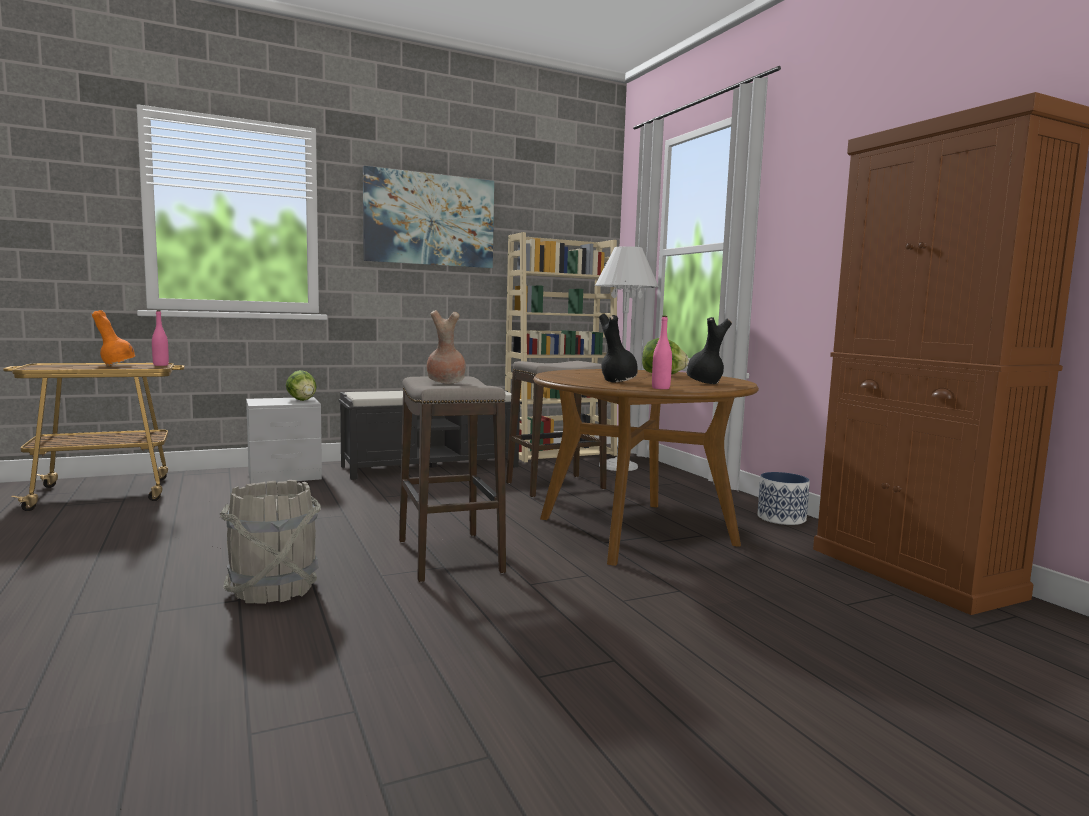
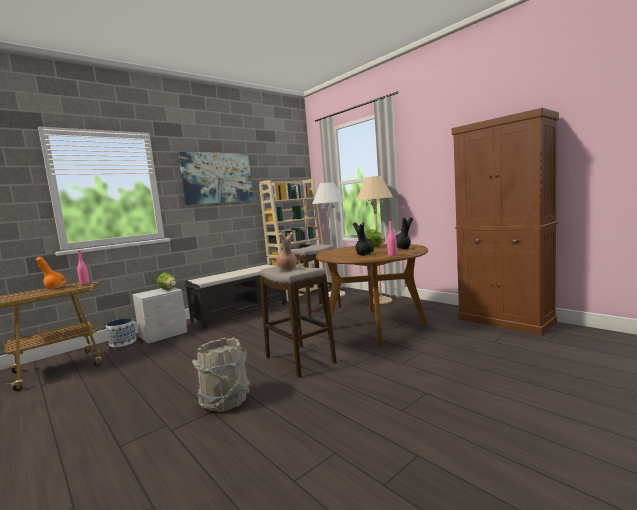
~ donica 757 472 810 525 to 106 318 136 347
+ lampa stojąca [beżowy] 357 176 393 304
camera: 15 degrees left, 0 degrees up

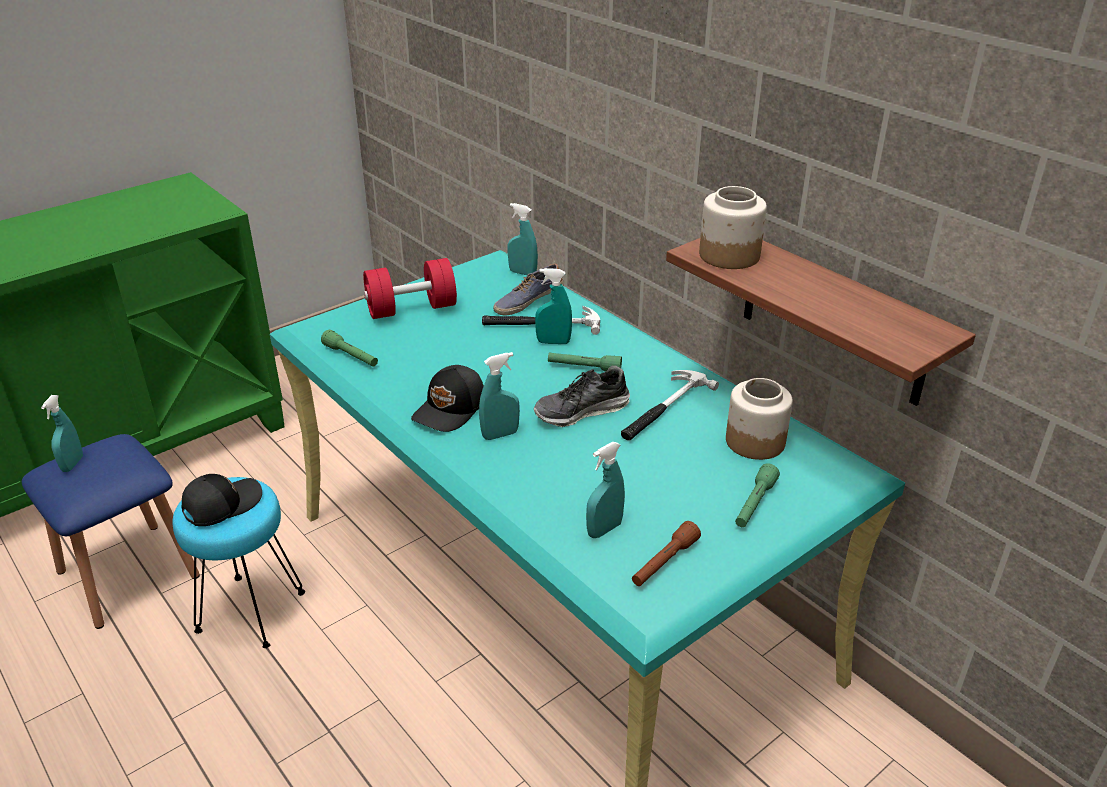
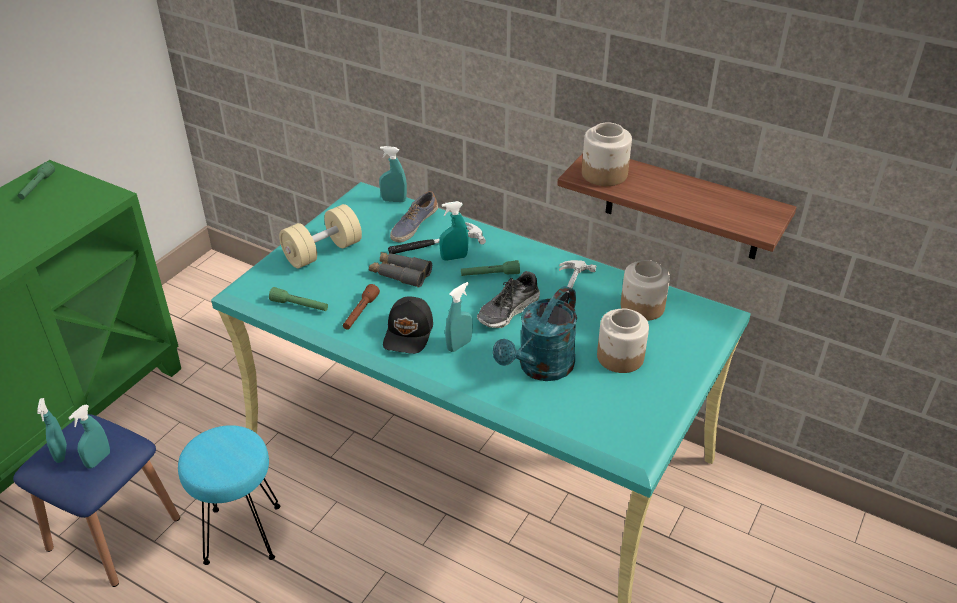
~ hantel [czerwony] 363 258 457 319 to hantel [beżowy] 279 204 362 268
~ spryskiwacz [turkusowy] 586 442 625 538 to 68 405 110 469
~ latarka [zielony] 735 463 780 527 to 18 162 55 200
- czapka z daszkiem [czarny] 181 474 262 526
~ latarka [brązowy] 632 521 701 586 to 343 284 380 330
+ lornetka [szary] 369 252 432 288
+ konewka [turkusowy] 493 286 577 381
+ słoik 597 308 649 373
camera: 20 degrees left, 5 degrees up

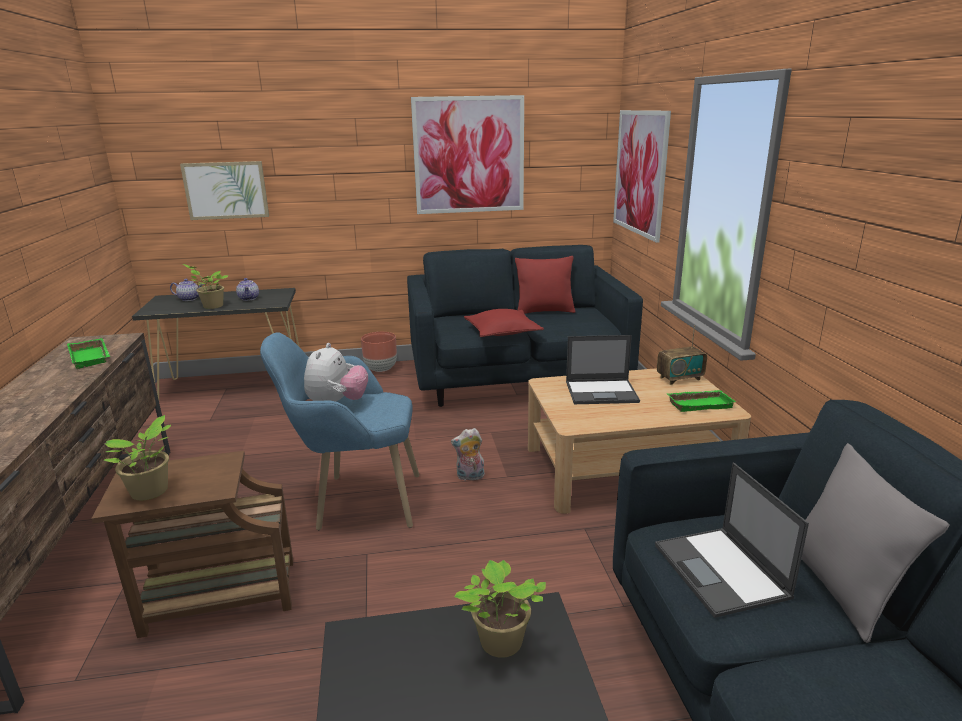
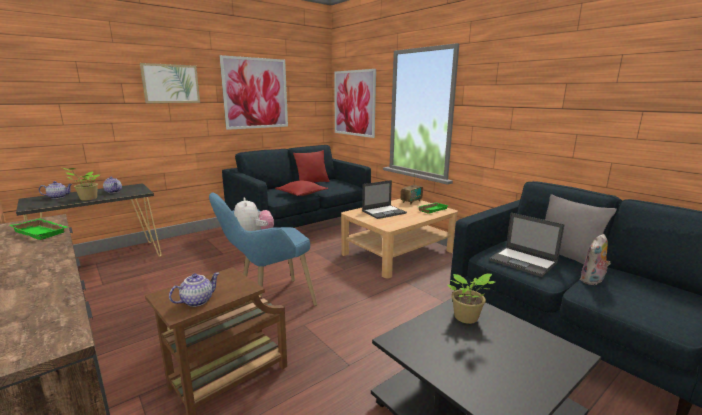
~ obraz 180 161 269 220 to 140 63 200 103
- donica [brązowy] 361 332 397 372
~ roślina doniczkowa 104 415 171 500 to imbryk 169 272 220 307
~ pluszak 451 428 485 481 to 580 234 611 285
camera: 30 degrees left, 5 degrees down

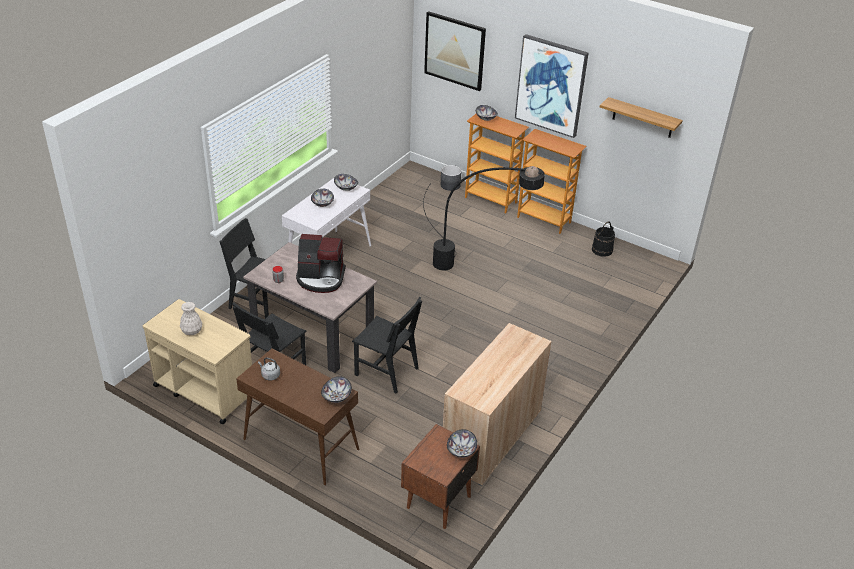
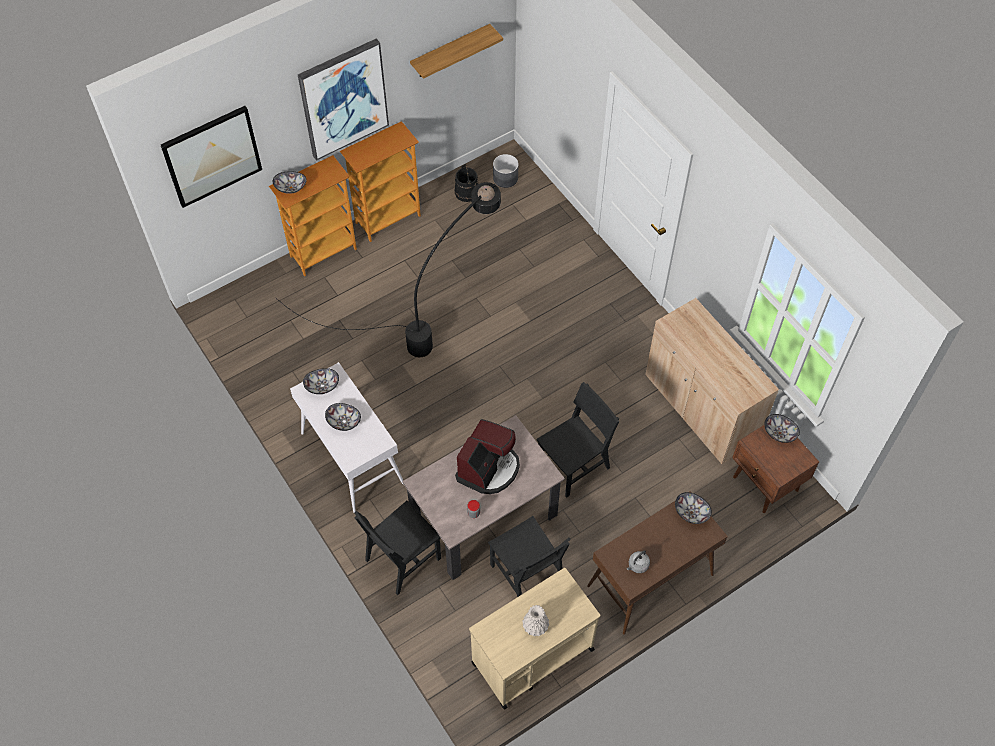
~ donica [szary] 440 165 462 191 to 493 154 519 188
camera: 65 degrees left, 20 degrees up

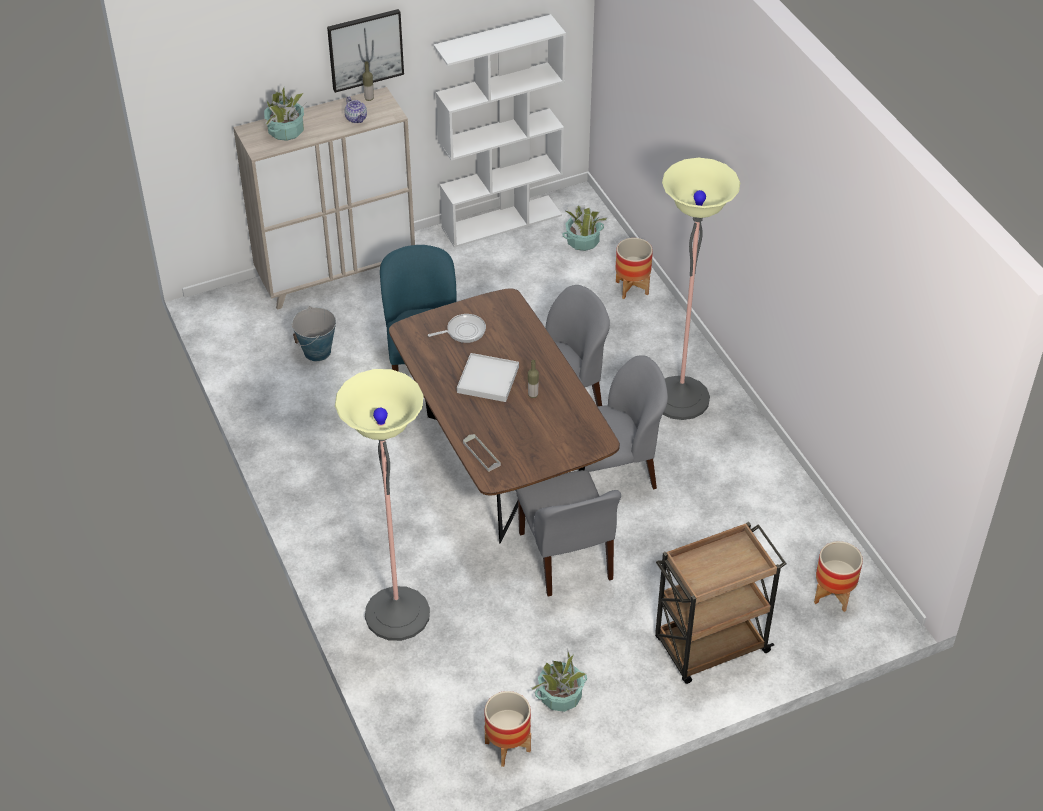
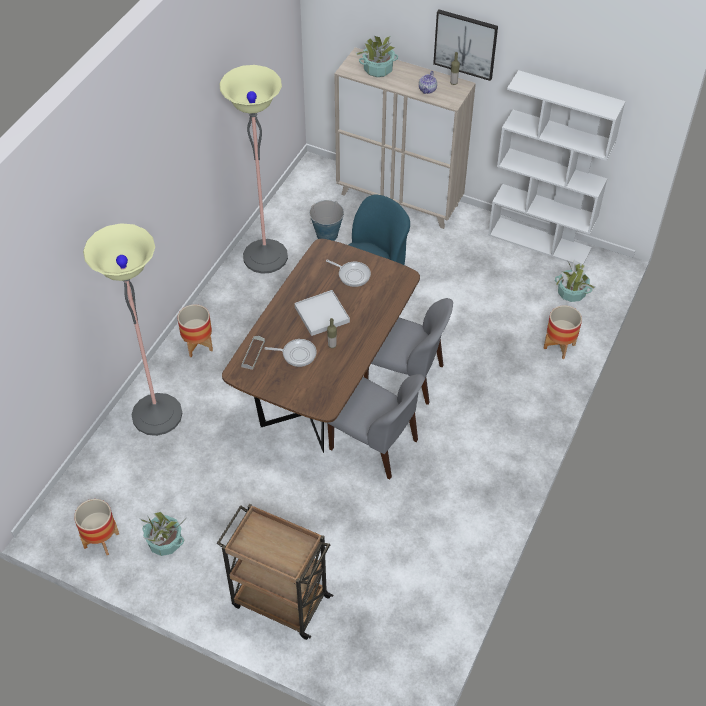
~ lampa stojąca 662 158 740 420 to 220 65 288 274
- krzesło [szary] 516 470 621 597
~ donica 814 541 863 612 to 178 305 213 357
+ patelnia 264 339 317 367
camera: 50 degrees right, 5 degrees up

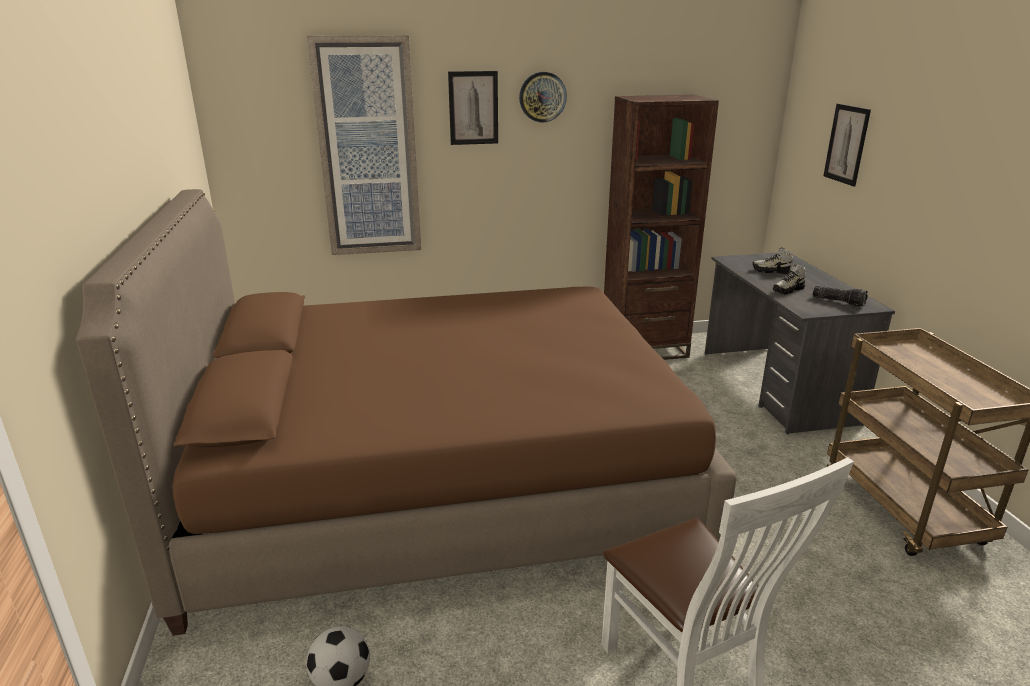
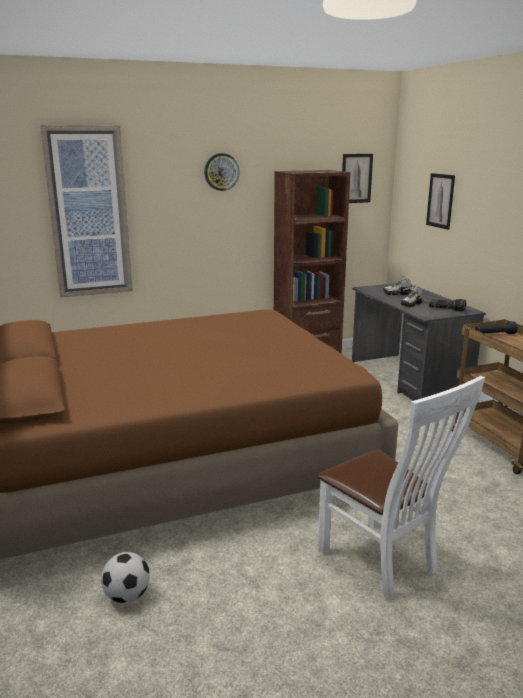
~ obraz 448 71 498 145 to 342 154 373 203
+ latarka [czarny] 475 321 518 334
camera: 10 degrees left, 5 degrees down

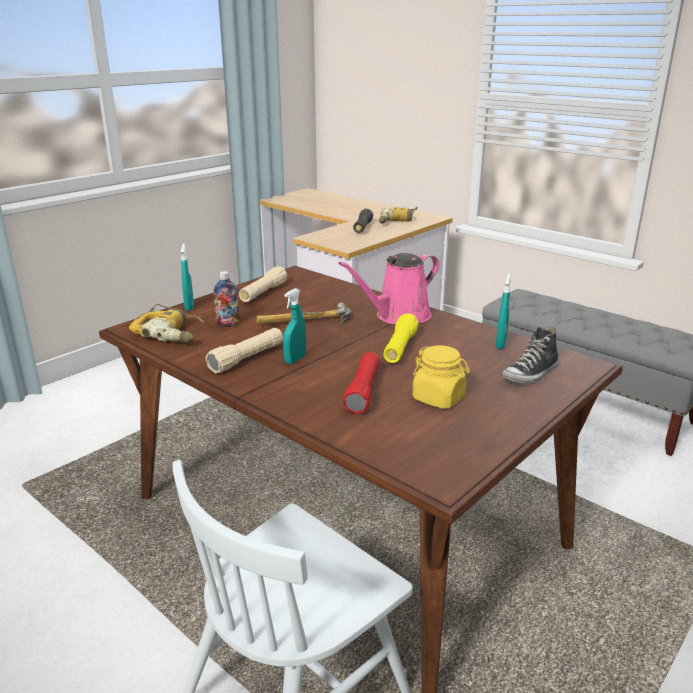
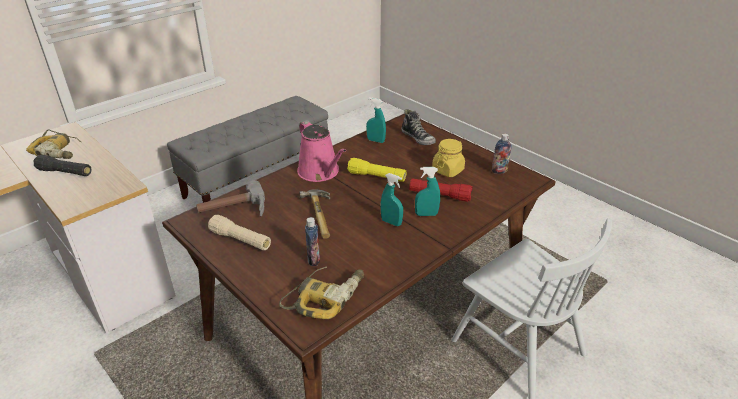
~ spryskiwacz [turkusowy] 181 243 194 311 to 415 167 440 216
- latarka [beżowy] 205 328 283 373
+ butelka 492 134 512 174
+ młotek 196 180 265 217
camera: 85 degrees left, 10 degrees up

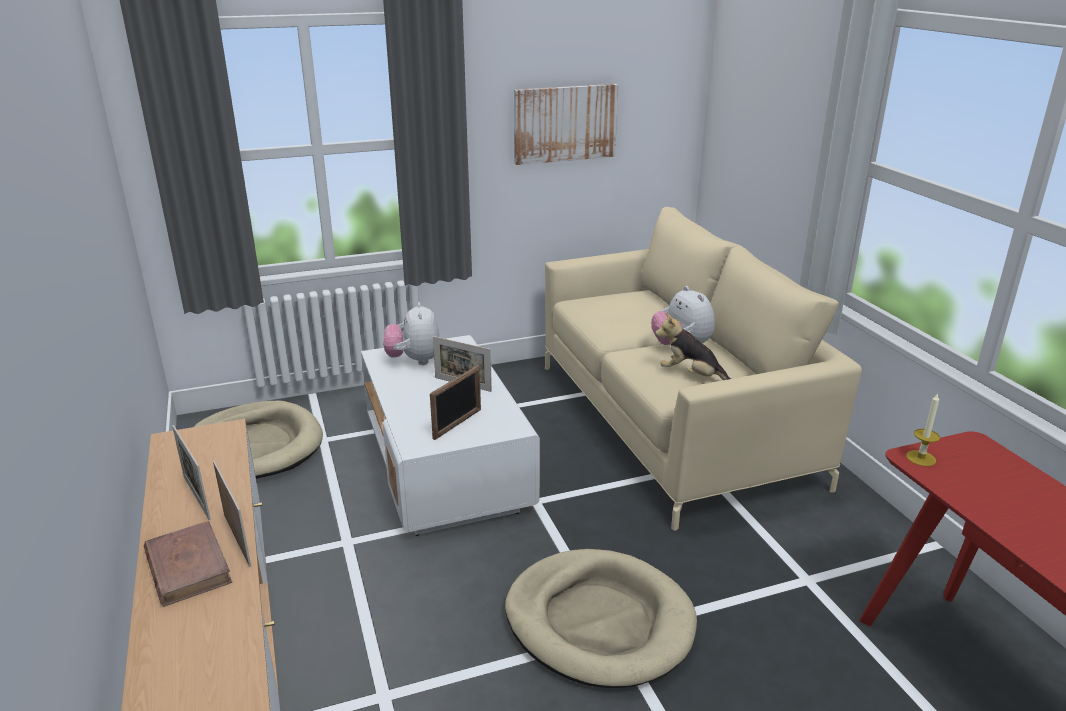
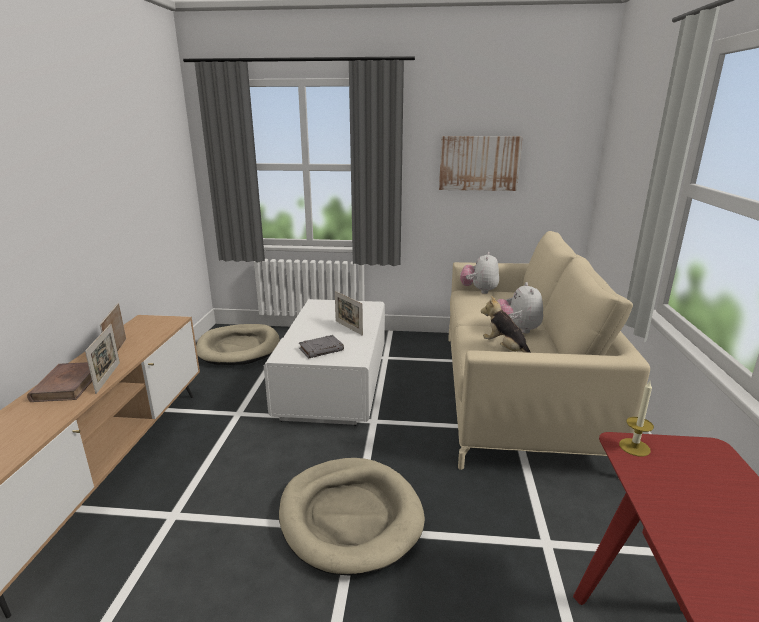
~ pluszak 383 302 441 365 to 460 252 499 294
~ ramka na zdjęcie 430 365 481 440 to książka [szary] 299 335 344 358
camera: 25 degrees right, 5 degrees down

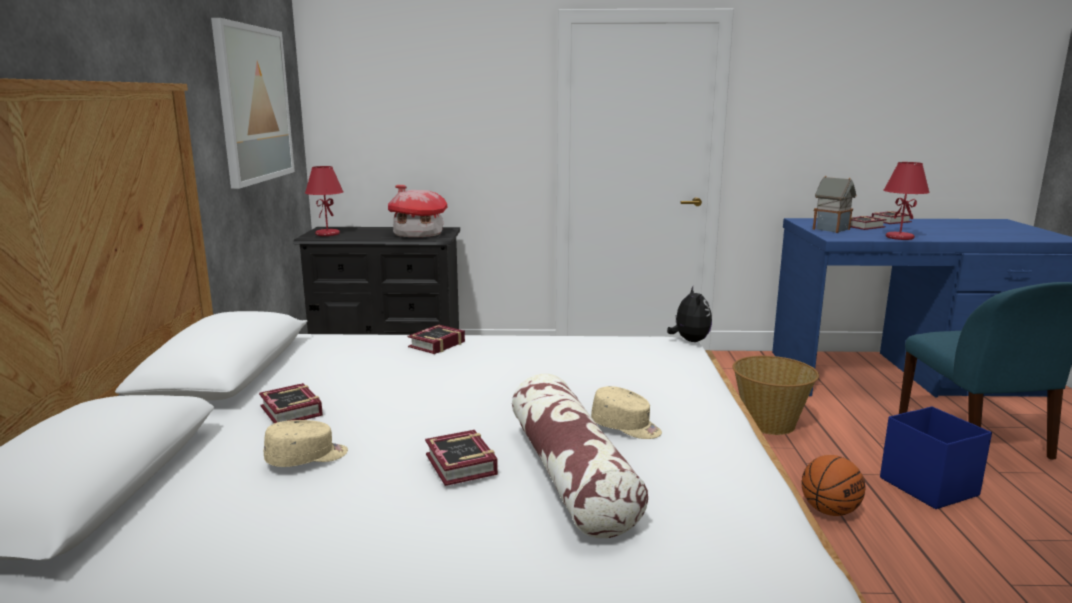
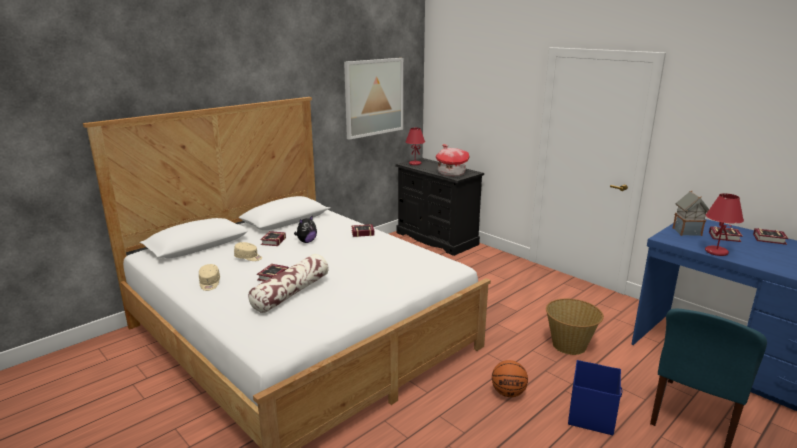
~ pluszak 667 287 712 342 to 294 215 317 243
~ czapka z daszkiem [beżowy] 591 386 662 439 to 199 264 220 291
camera: 45 degrees right, 5 degrees up

